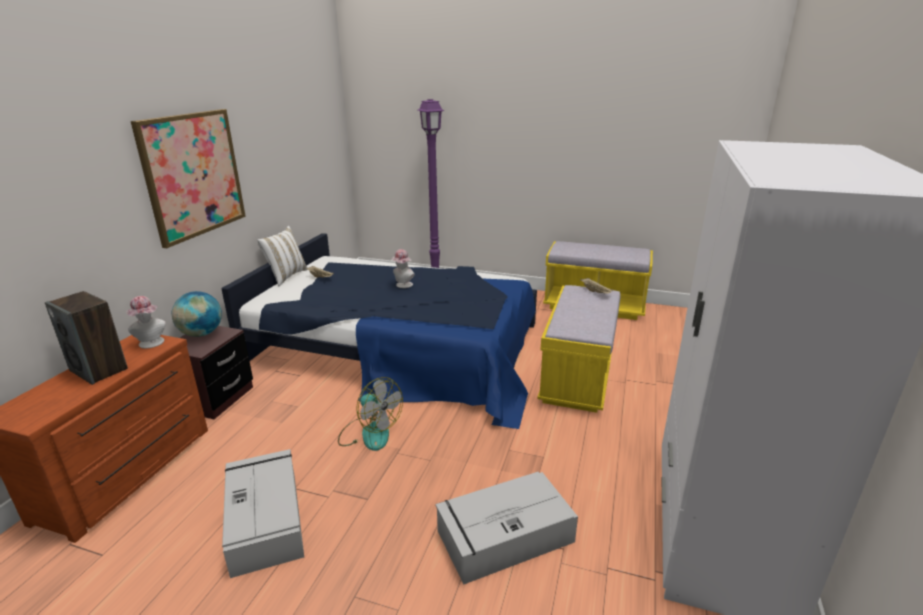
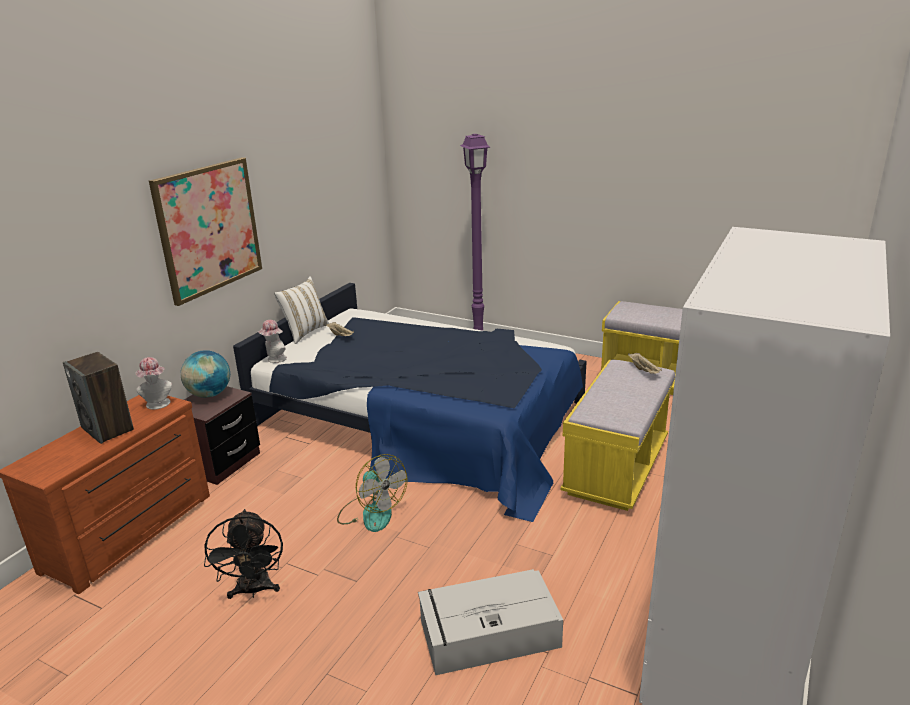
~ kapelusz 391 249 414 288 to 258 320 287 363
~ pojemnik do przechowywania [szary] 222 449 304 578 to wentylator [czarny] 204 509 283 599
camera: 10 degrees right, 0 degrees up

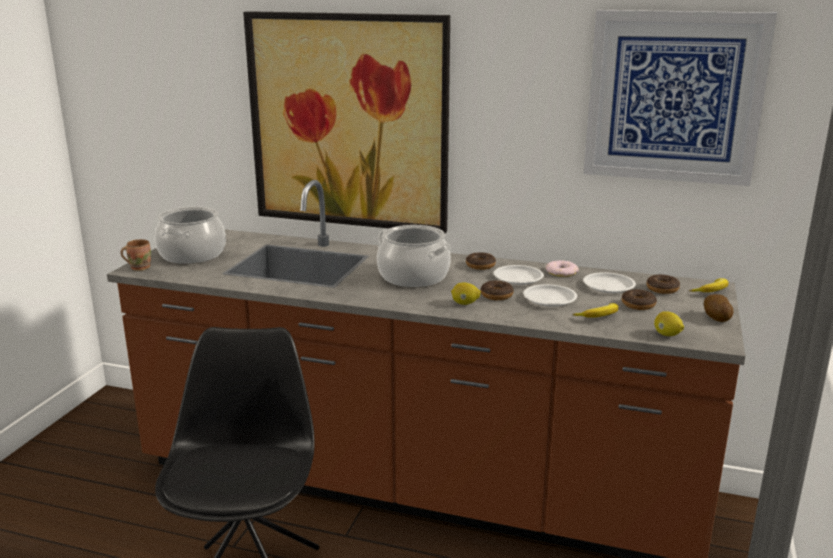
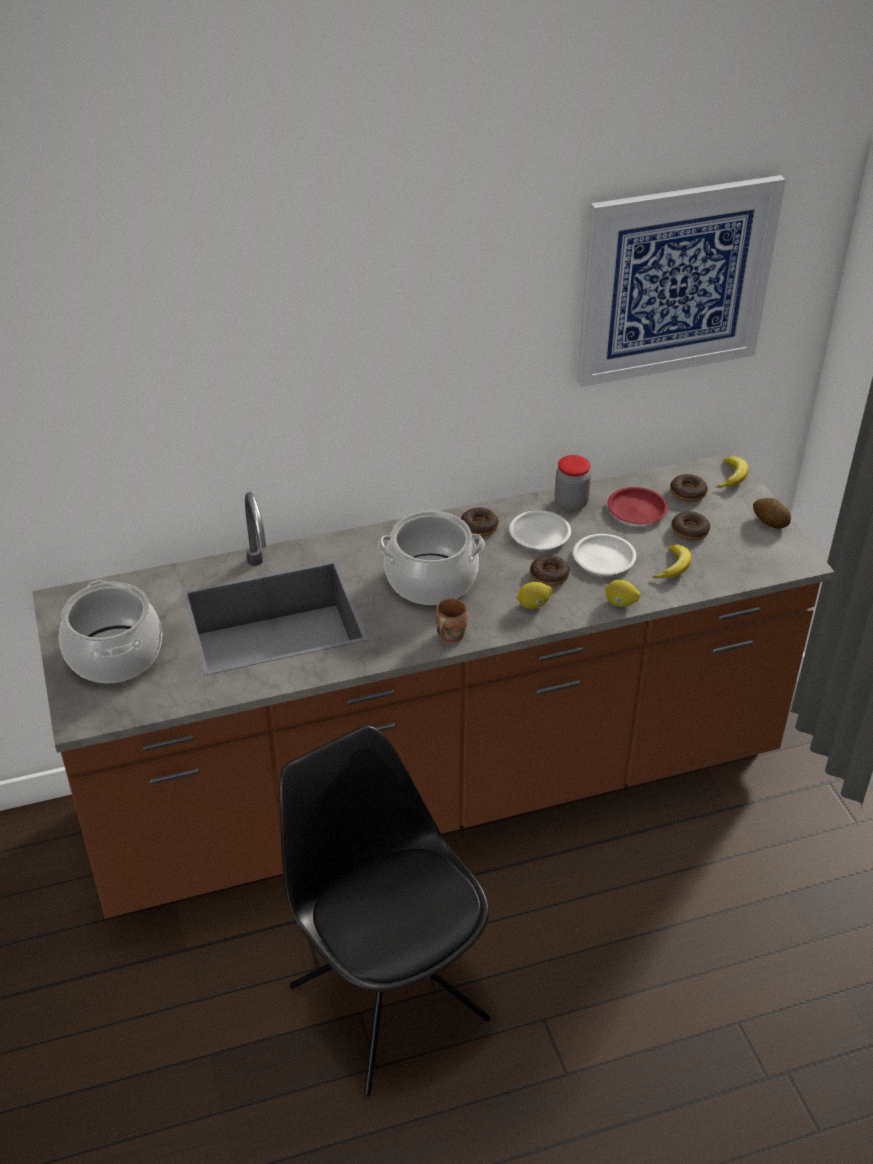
- obraz 243 11 450 233
~ kubek [brązowy] 121 239 151 271 to 435 598 468 643
~ donut 546 260 579 277 to słoik 555 455 591 511
~ talerz [biały] 583 272 636 293 to talerz [czerwony] 607 487 668 524
~ cytryna 654 311 684 336 to 605 580 641 607
camera: 35 degrees left, 20 degrees up

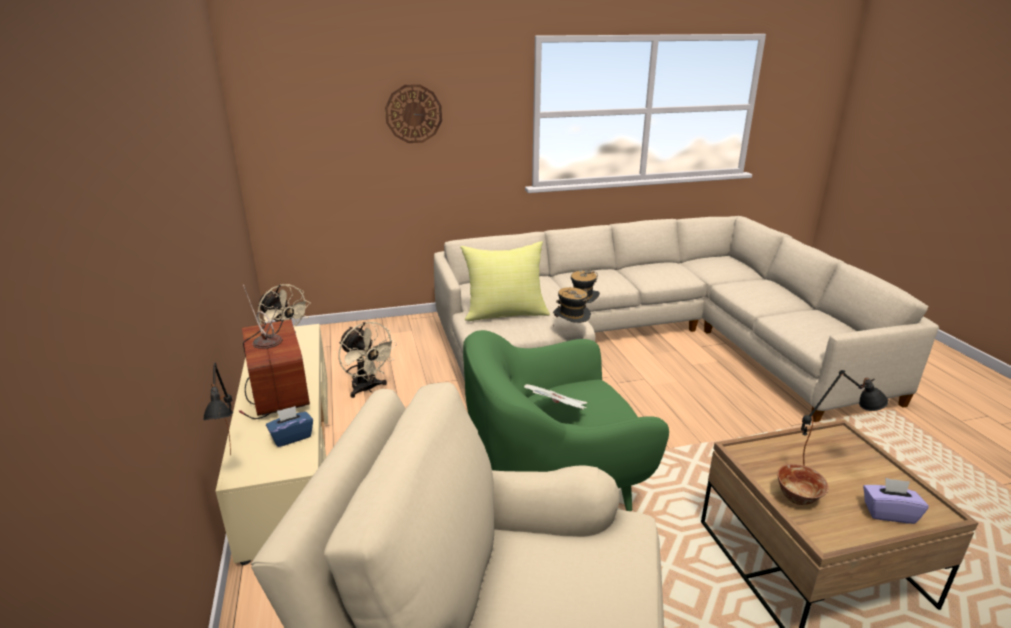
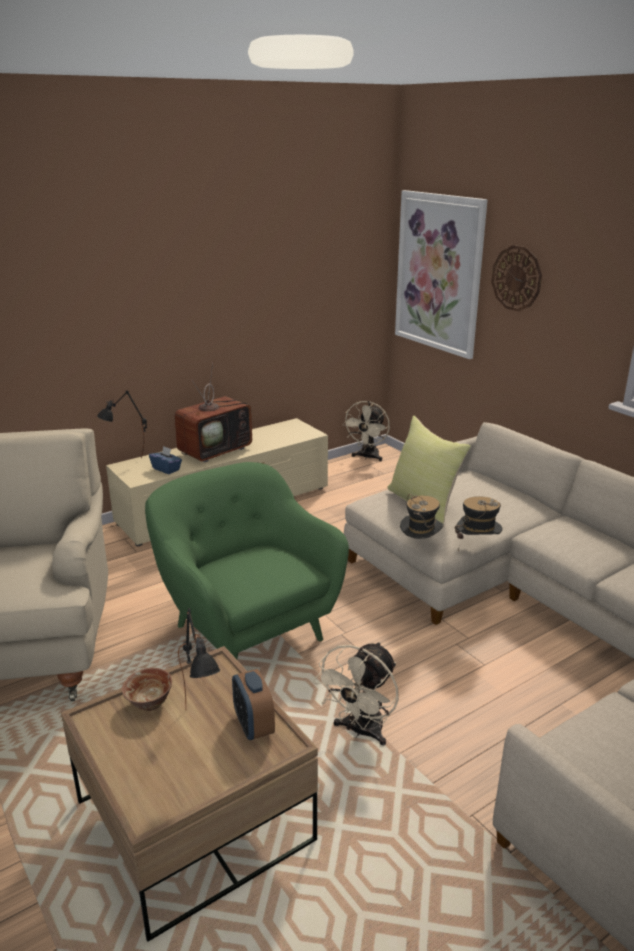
~ wentylator [beżowy] 338 322 397 398 to 313 642 399 745
- gazeta 524 384 587 409
- pudełko chusteczek [fioletowy] 863 478 929 524
+ obraz 395 190 488 359
+ budzik 232 669 275 740
camera: 70 degrees right, 0 degrees up

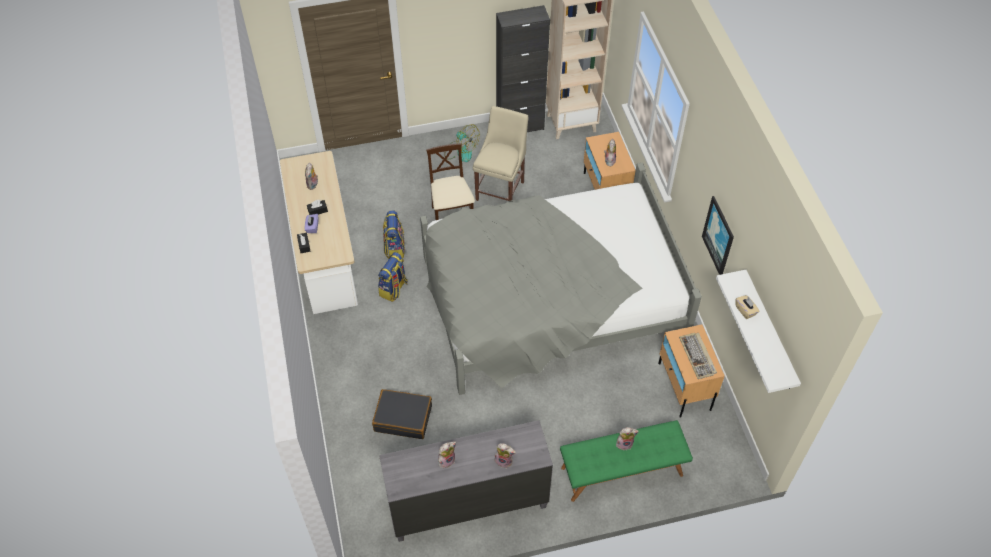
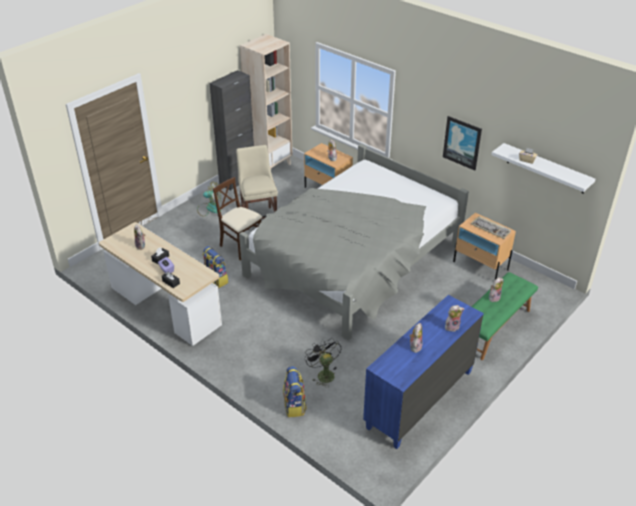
~ plecak 378 252 408 302 to 283 366 307 417
~ walizka [czarny] 372 389 432 439 to wentylator [czarny] 305 338 341 388
~ komoda [szary] 379 420 553 542 to komoda [niebieski] 363 295 484 449
camera: 35 degrees left, 15 degrees down

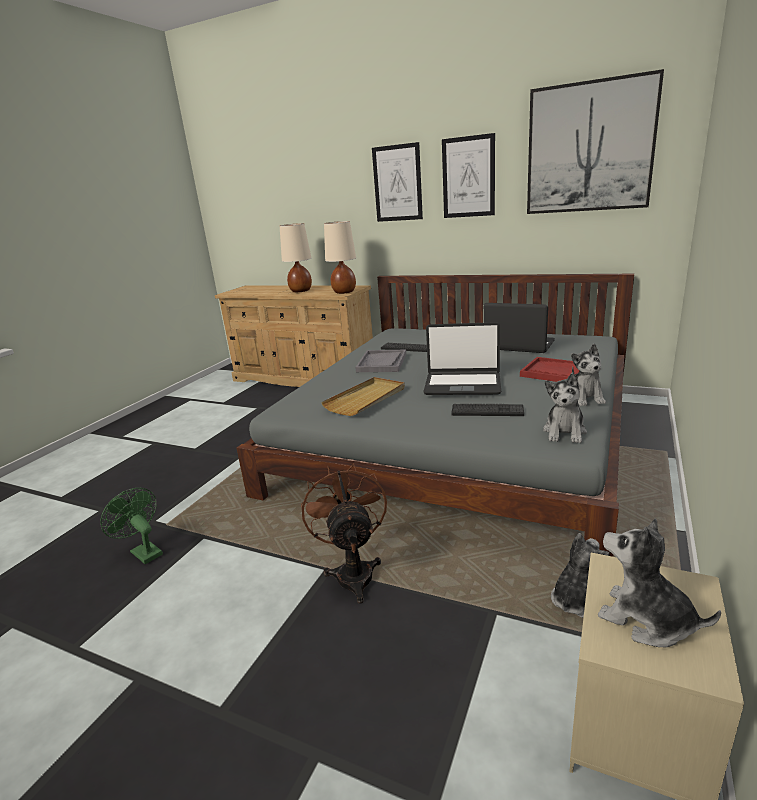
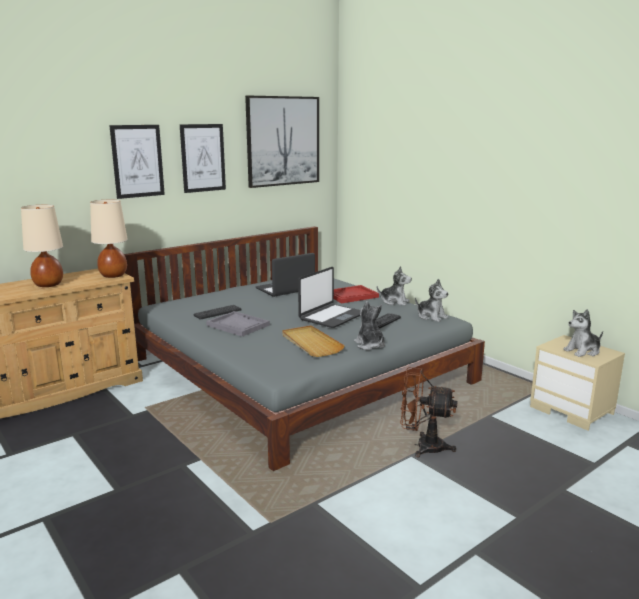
- wentylator [zielony] 100 488 163 564
~ pluszak 551 533 609 618 to 354 301 385 350
camera: 65 degrees left, 5 degrees down

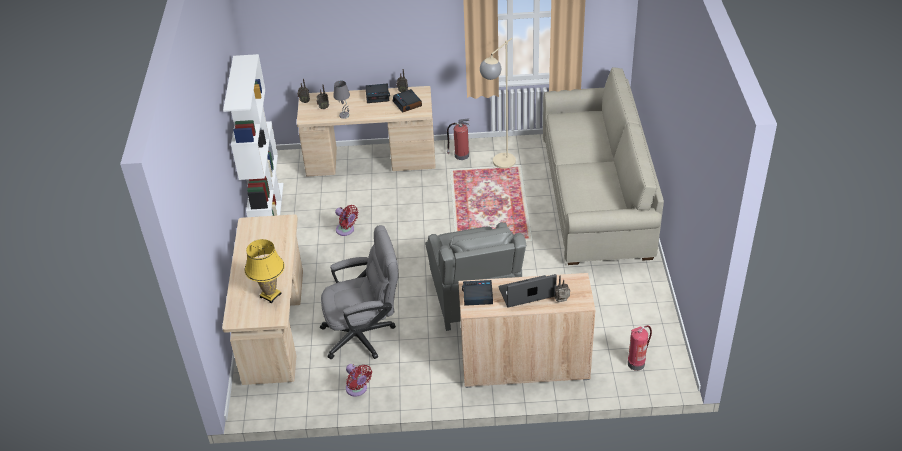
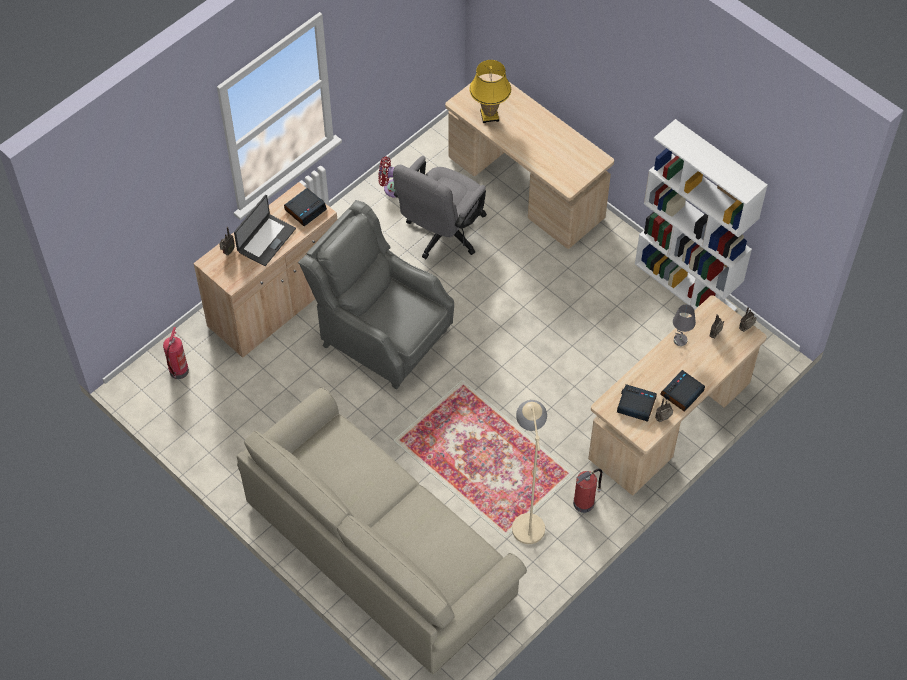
- wentylator [czerwony] 335 205 358 236
camera: 135 degrees right, 15 degrees up

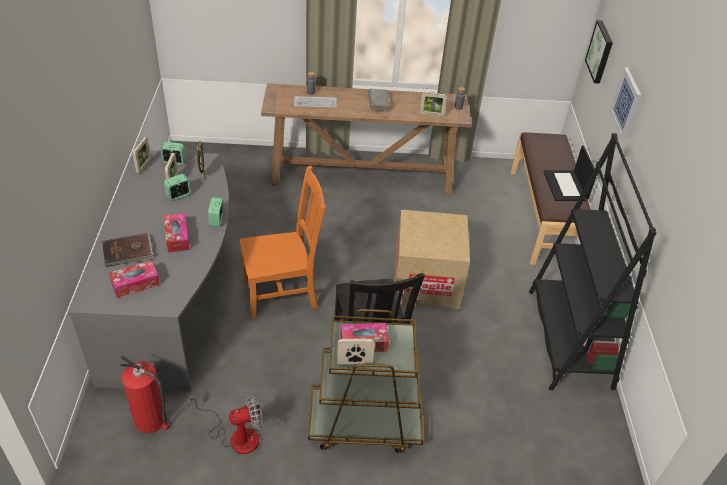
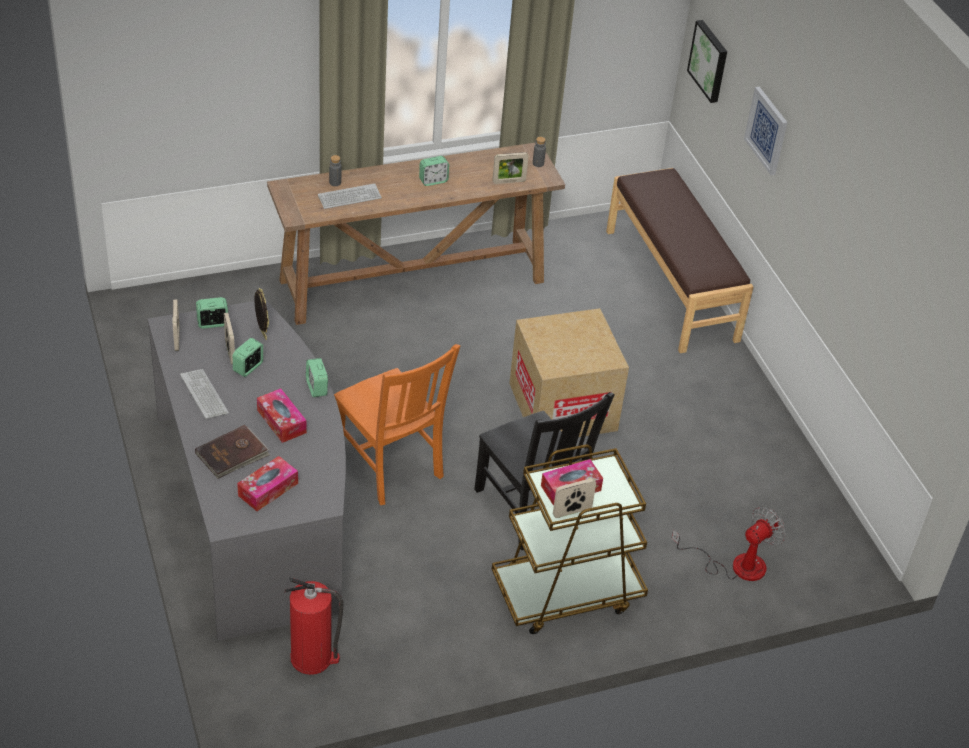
~ książka [szary] 368 89 390 112 to budzik 419 156 449 186
- regał [czarny] 529 133 657 390
- laptop 543 146 596 201
~ krzesło [pomarańczowy] 240 165 326 319 = 334 344 460 505 90 degrees clockwise
~ wentylator 188 394 263 454 to 672 507 786 581
+ klawiatura 180 369 229 419
camera: 20 degrees left, 0 degrees up

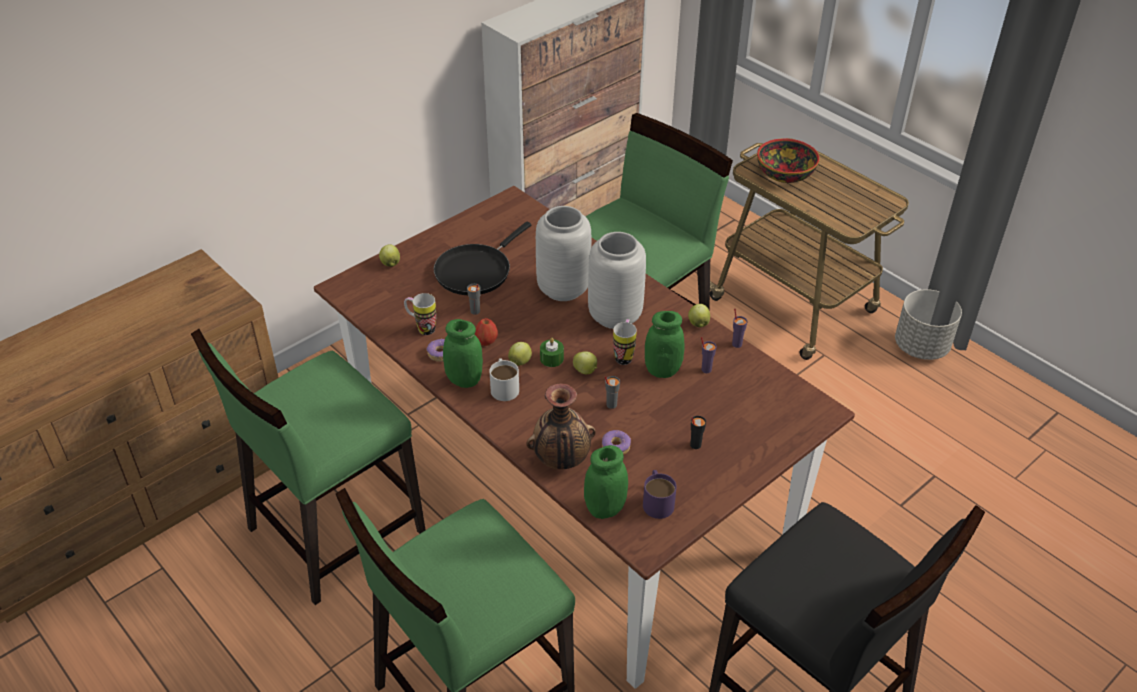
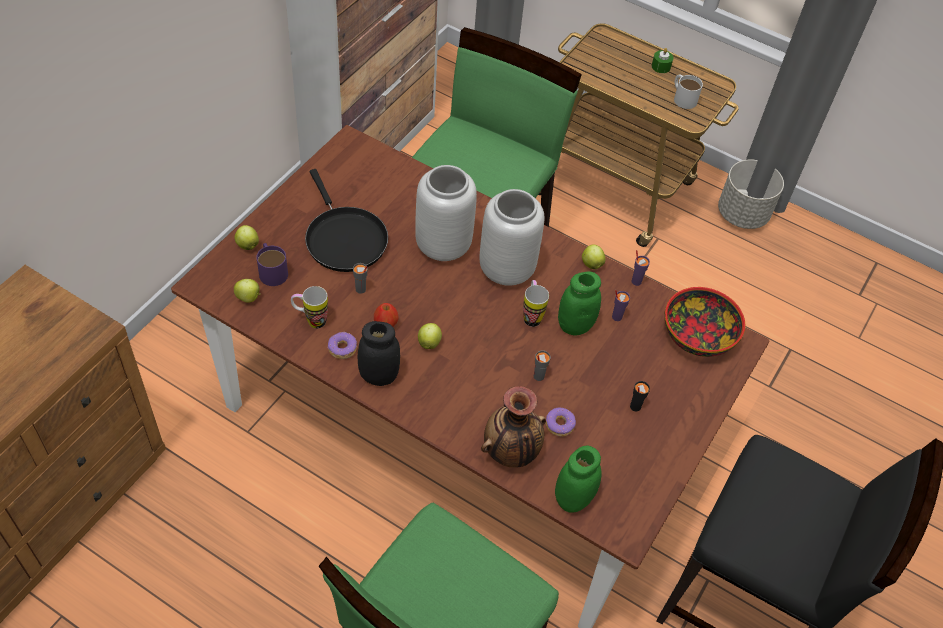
~ miska 757 138 820 183 to 665 287 745 357
~ patelnia [czarny] 434 222 531 295 = 305 169 388 272 45 degrees counterclockwise
~ słoik [zielony] 443 319 483 388 to słoik [czarny] 358 321 400 386
- krzesło [zielony] 191 329 425 605
~ świeca [zielony] 540 338 564 367 to 652 48 674 73
~ jabłko 573 351 598 374 to 234 279 261 303
~ kubek [biały] 490 358 519 401 to 674 74 703 109
~ kubek [fioletowy] 643 470 677 519 to 256 243 288 286
camera: 20 degrees left, 10 degrees up

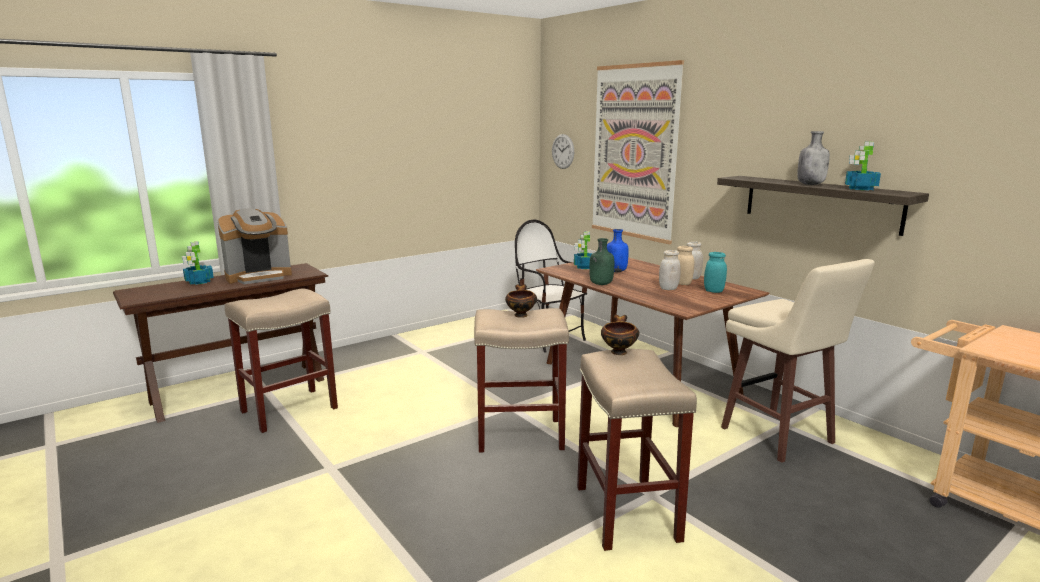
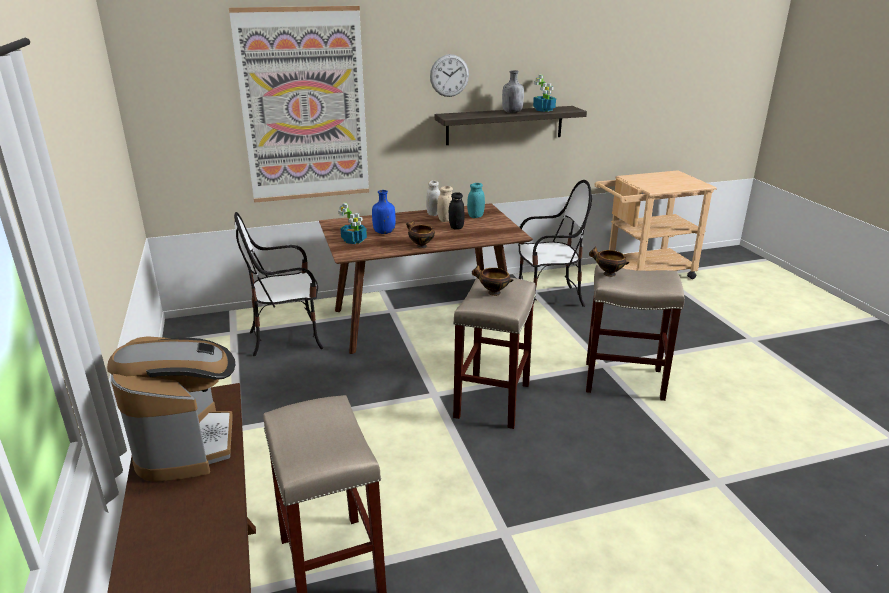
~ zegar ścienny 552 134 574 169 to 430 54 469 97
~ butelka [zielony] 589 238 614 285 to miska 406 221 435 249
- roślina doniczkowa 182 241 214 285
~ słoik [biały] 659 250 681 290 to słoik [czarny] 449 192 465 230
~ stołek [beżowy] 721 259 875 463 to krzesło 518 180 592 307
camera: 70 degrees left, 10 degrees up

